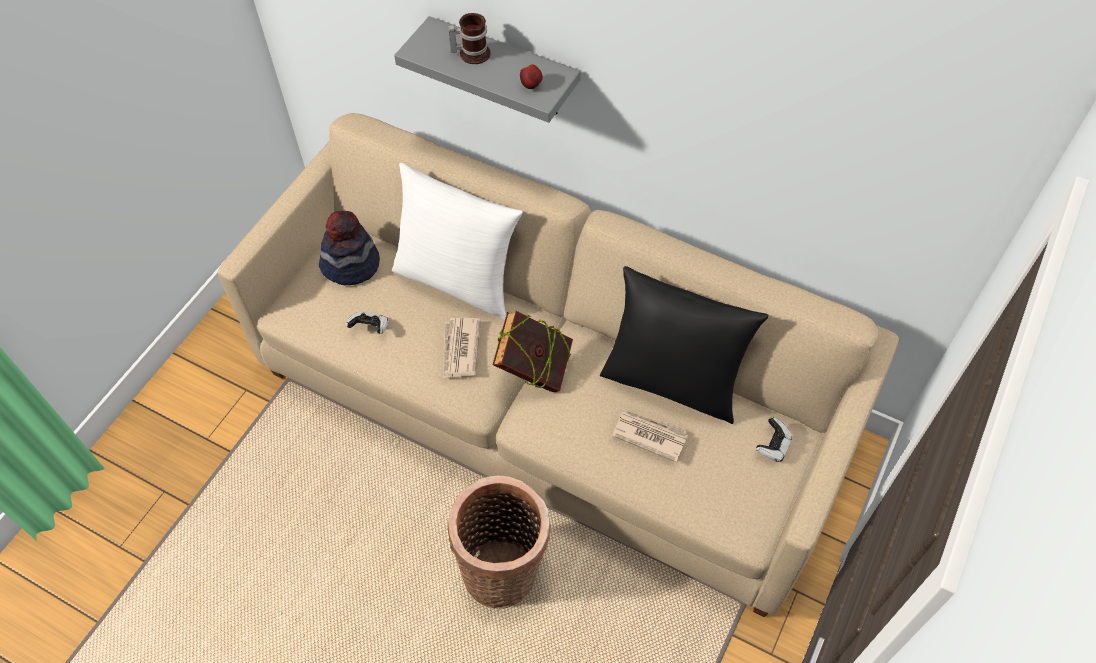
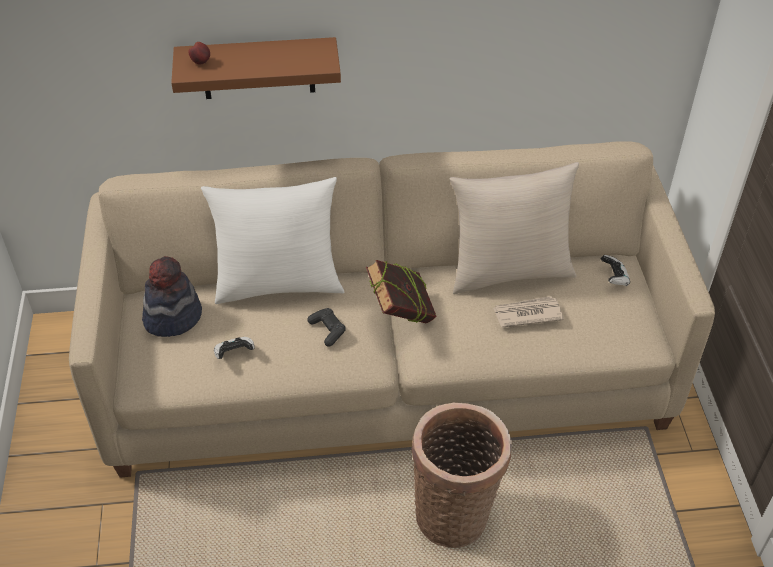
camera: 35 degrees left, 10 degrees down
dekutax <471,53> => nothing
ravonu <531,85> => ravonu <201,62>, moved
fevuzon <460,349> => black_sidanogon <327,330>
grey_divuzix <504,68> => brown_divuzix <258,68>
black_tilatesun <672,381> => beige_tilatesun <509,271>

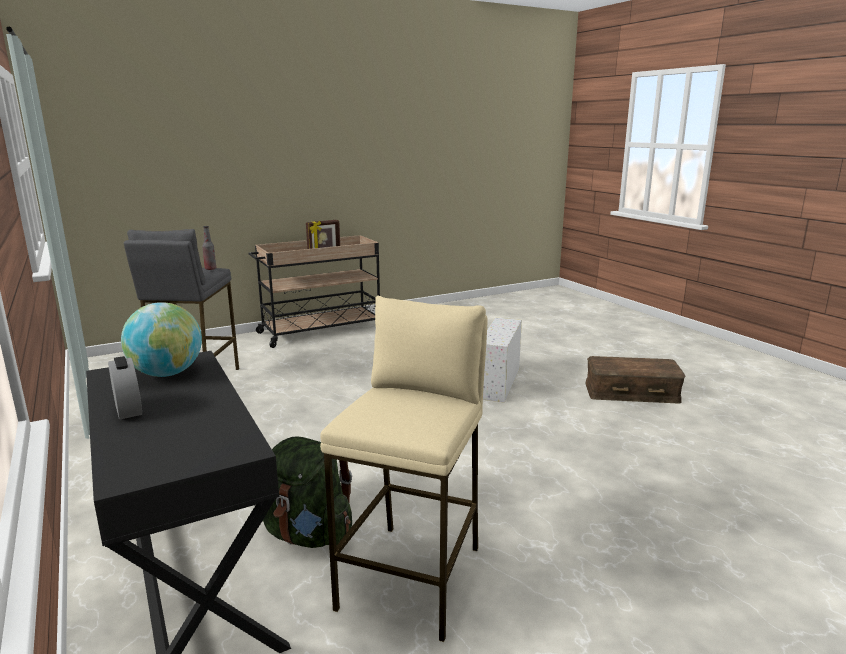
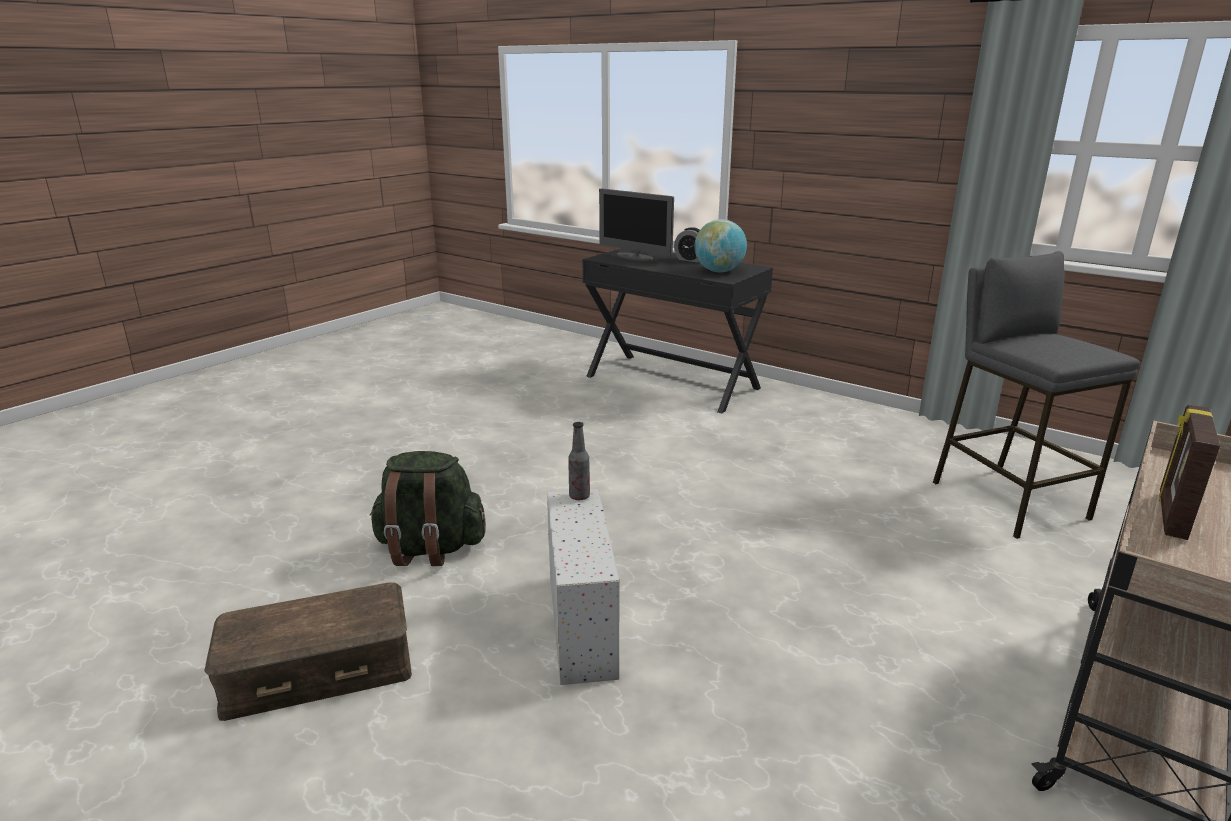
camera: 155 degrees right, 5 degrees up
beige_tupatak <413,577> => nothing
nothing => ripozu <635,257>
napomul <210,269> => napomul <579,496>, moved
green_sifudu <307,534> => green_sifudu <430,549>, moved

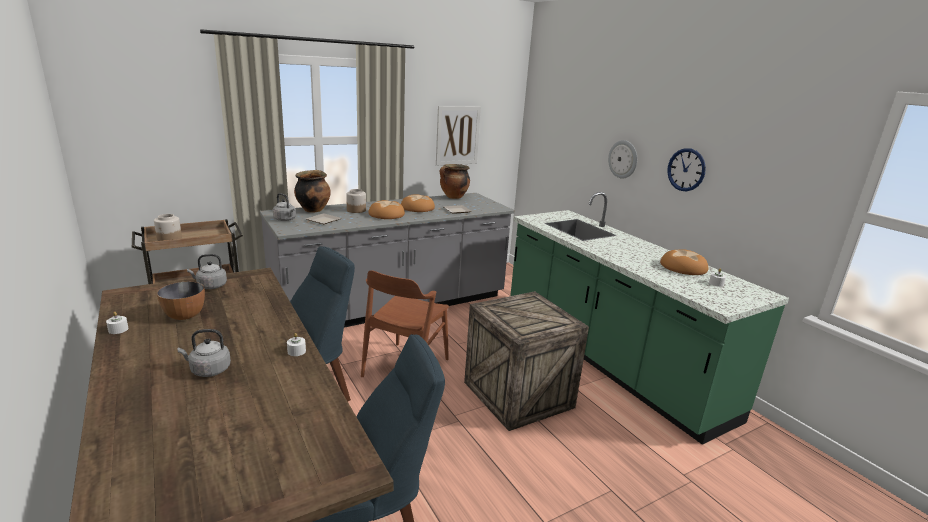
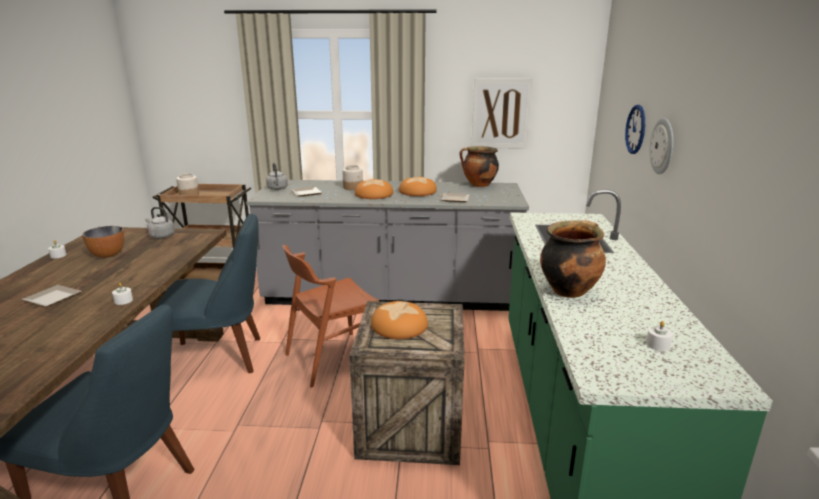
camera: 35 degrees right, 0 degrees up
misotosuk <313,209> => misotosuk <568,290>, moved
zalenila <683,267> => zalenila <399,326>, moved
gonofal <686,169> => gonofal <636,129>, moved
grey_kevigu <208,370> => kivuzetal <50,298>

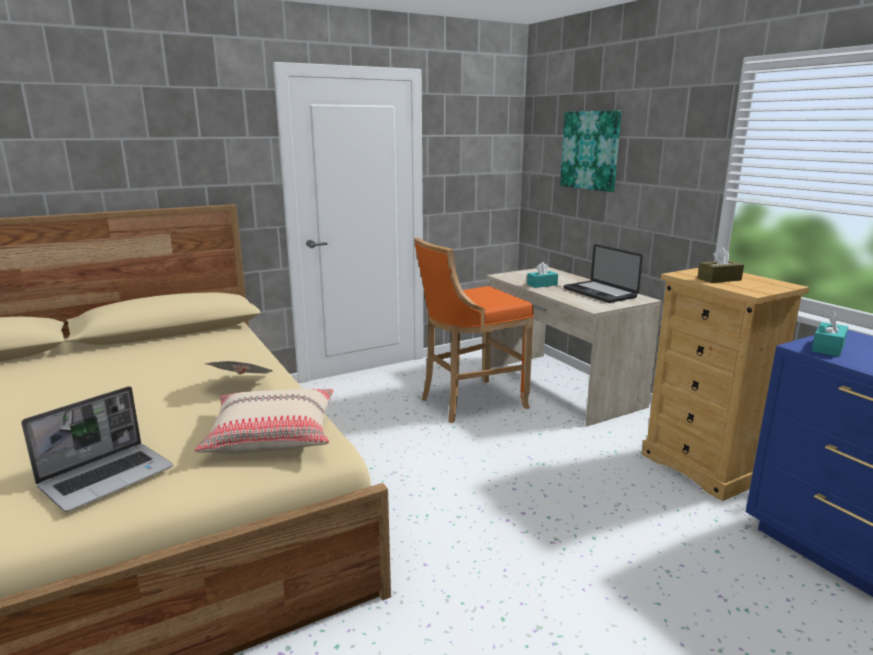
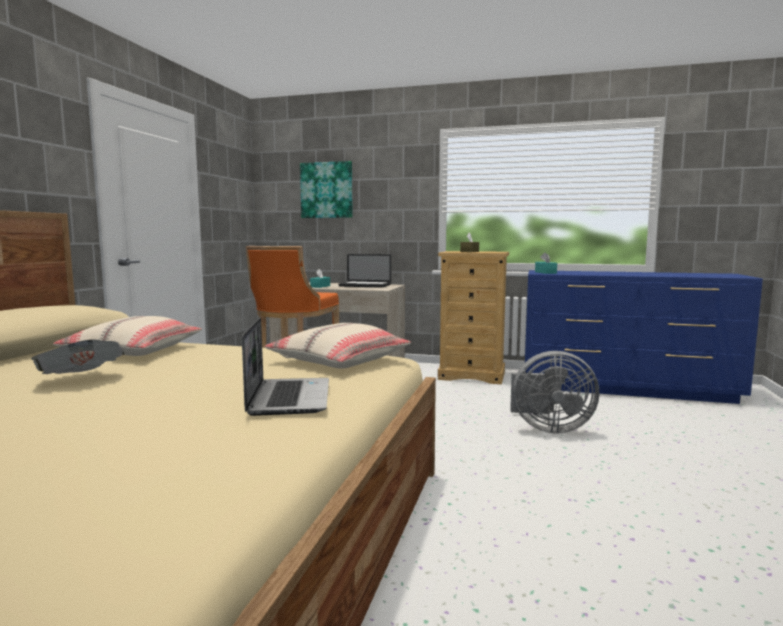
camera: 45 degrees left, 10 degrees down
nothing => beige_tilatesun <134,351>
nothing => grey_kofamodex <548,428>
fevuzon <244,385> => fevuzon <82,380>, moved

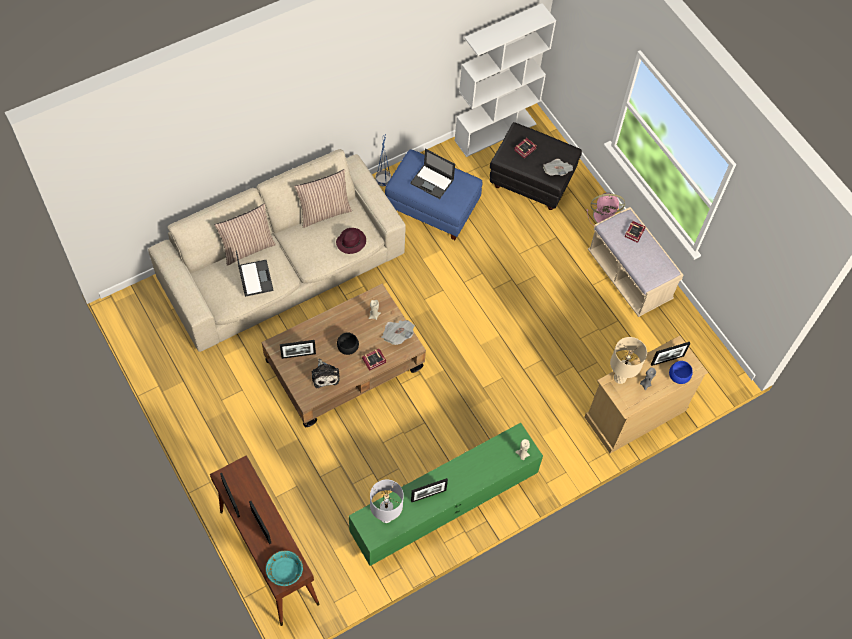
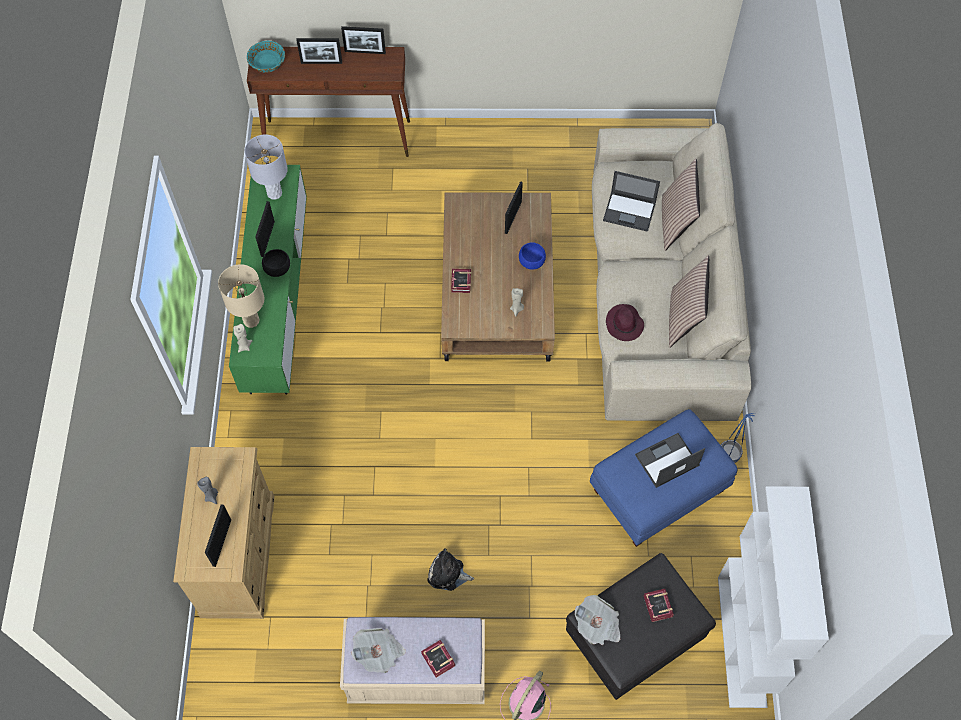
camera: 125 degrees right, 0 degrees up
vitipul <325,375> => vitipul <448,574>, moved
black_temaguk <347,348> => black_temaguk <277,269>, moved
fevuzon <397,335> => fevuzon <379,653>, moved
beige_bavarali <619,378> => beige_bavarali <251,320>, moved
blue_temaguk <678,376> => blue_temaguk <532,262>, moved

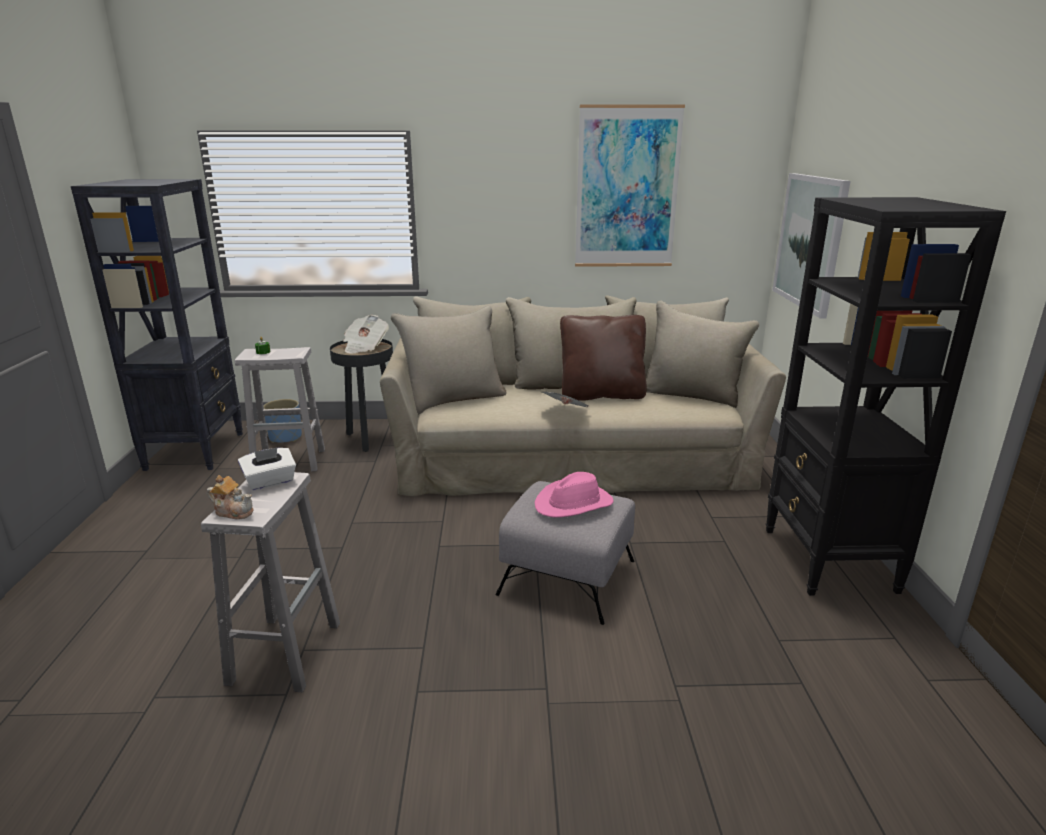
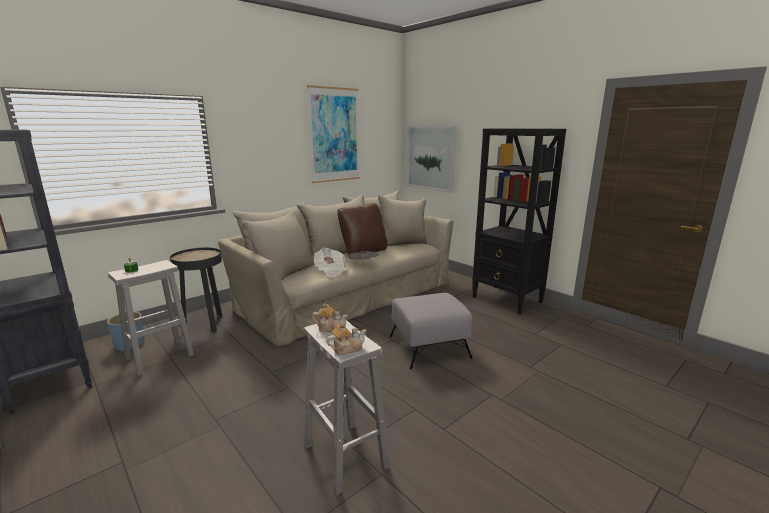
camera: 40 degrees left, 5 degrees down
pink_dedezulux <574,504> => nothing
fevuzon <365,347> => fevuzon <330,271>, moved
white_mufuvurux <270,482> => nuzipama <330,328>

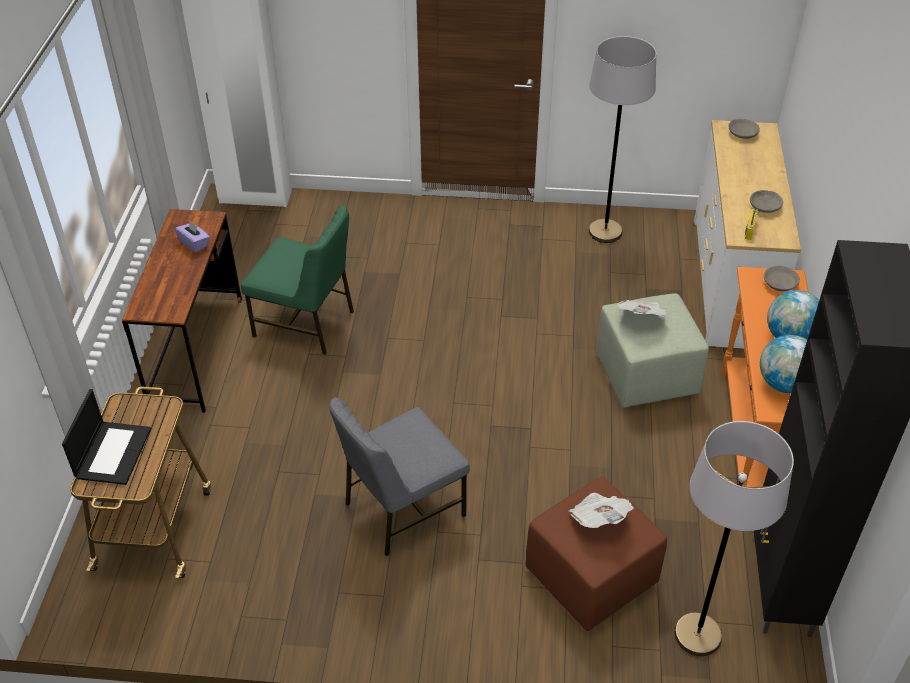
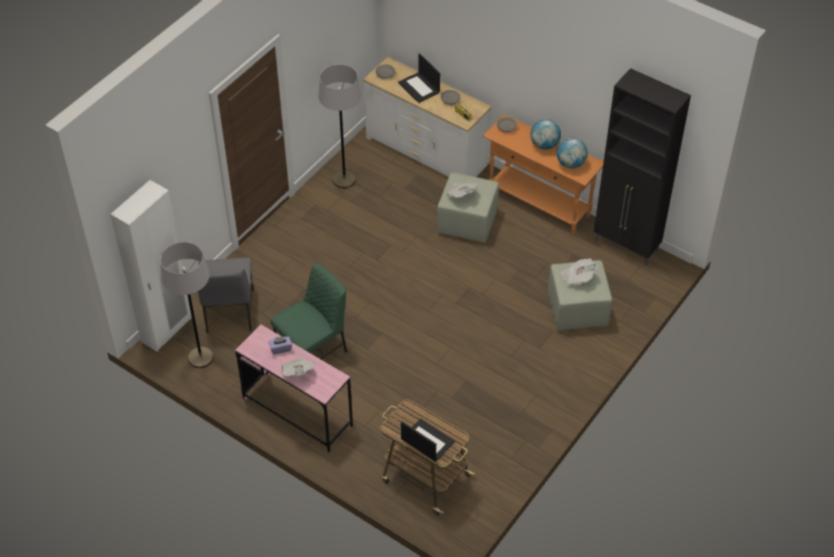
camera: 60 degrees left, 5 degrees up
nothing => fevuzon <297,372>
nothing => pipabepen <419,87>
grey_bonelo <402,509> => grey_bonelo <228,312>, moved
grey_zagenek <697,635> => grey_zagenek <201,358>, moved
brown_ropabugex <197,352> => pink_ropabugex <297,412>
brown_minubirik <590,578> => green_minubirik <578,310>

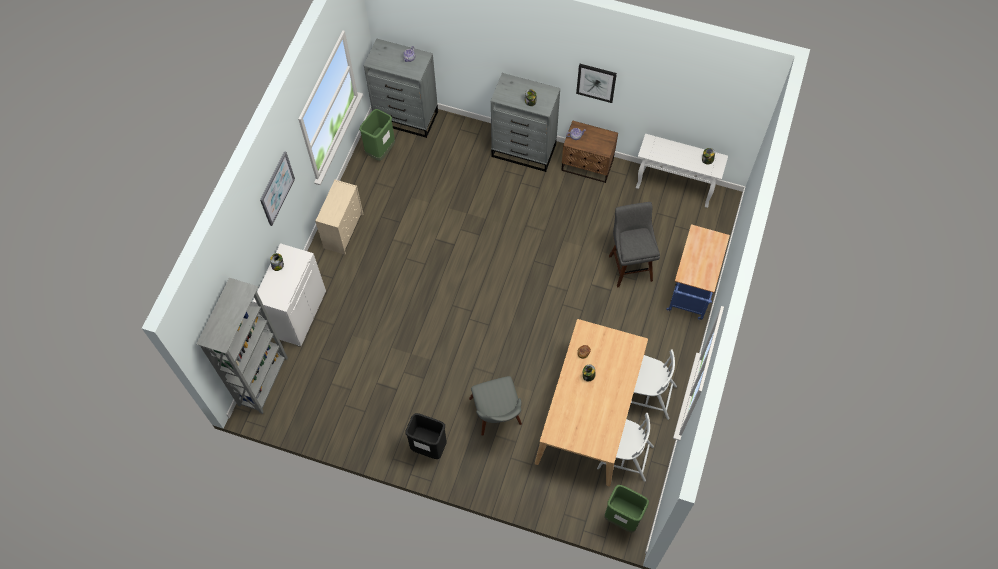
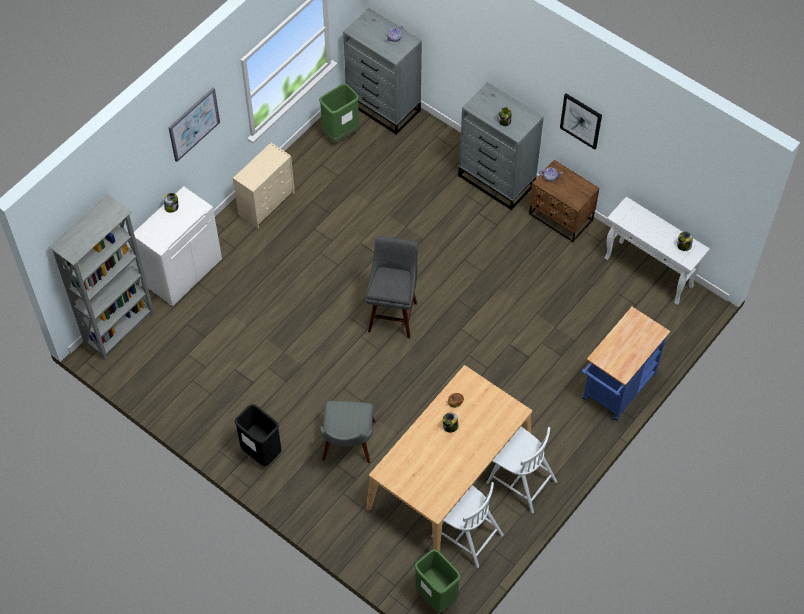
camera: 20 degrees right, 5 degrees down
grey_tupatak <630,266> => grey_tupatak <393,314>, moved

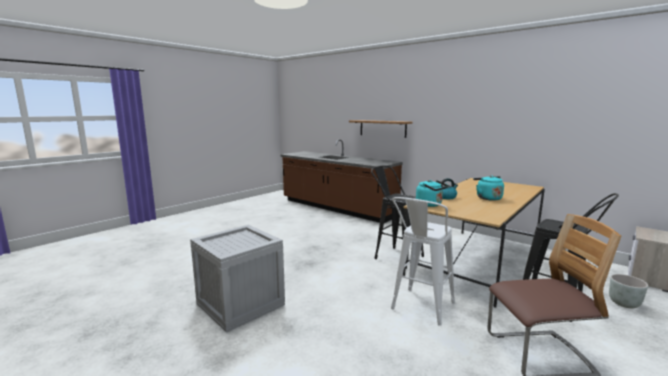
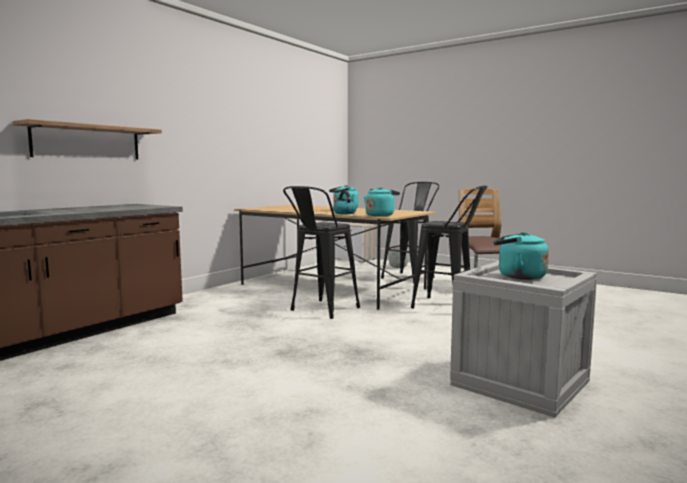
camera: 95 degrees left, 5 degrees down
nothing => turquoise_kevigu <518,276>
white_tupatak <420,309> => black_tupatak <449,306>

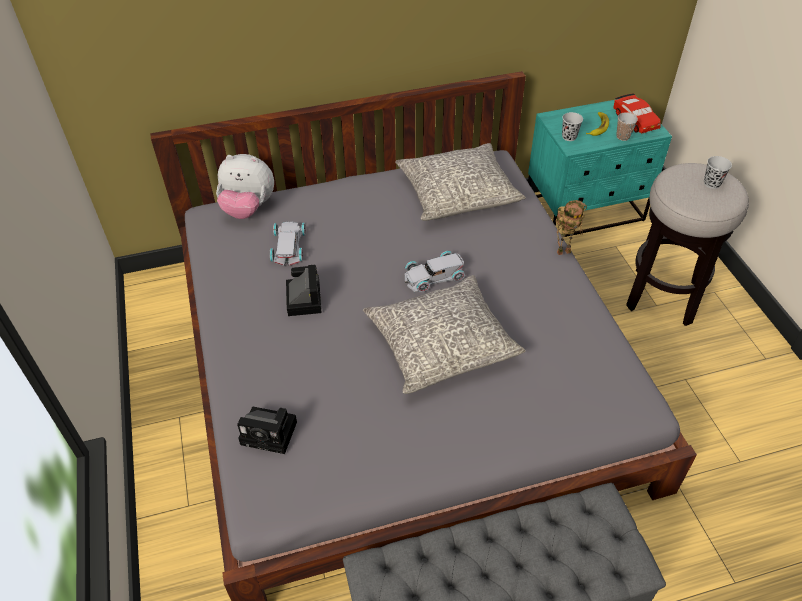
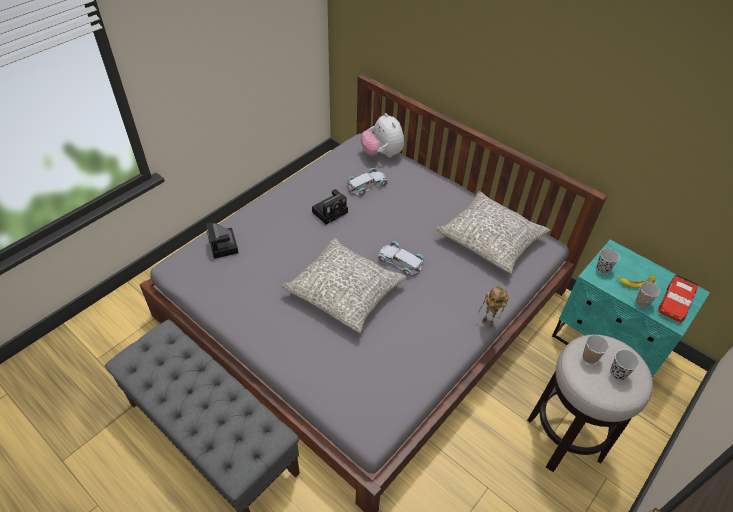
camera: 55 degrees right, 0 degrees up
nothing => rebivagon <589,357>

